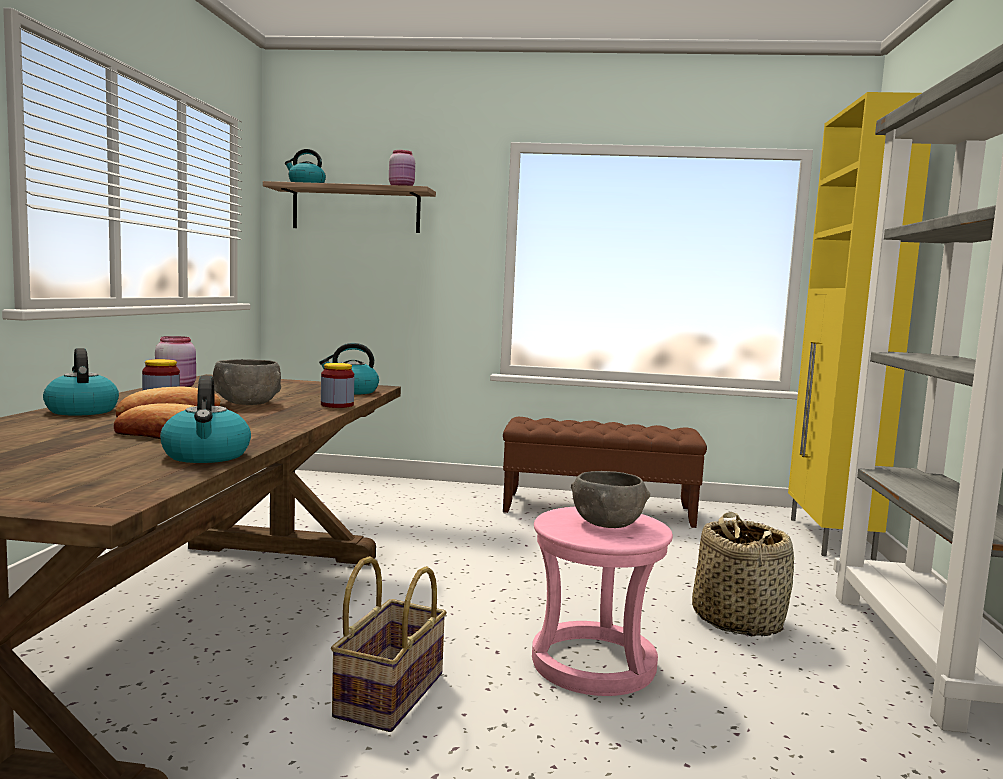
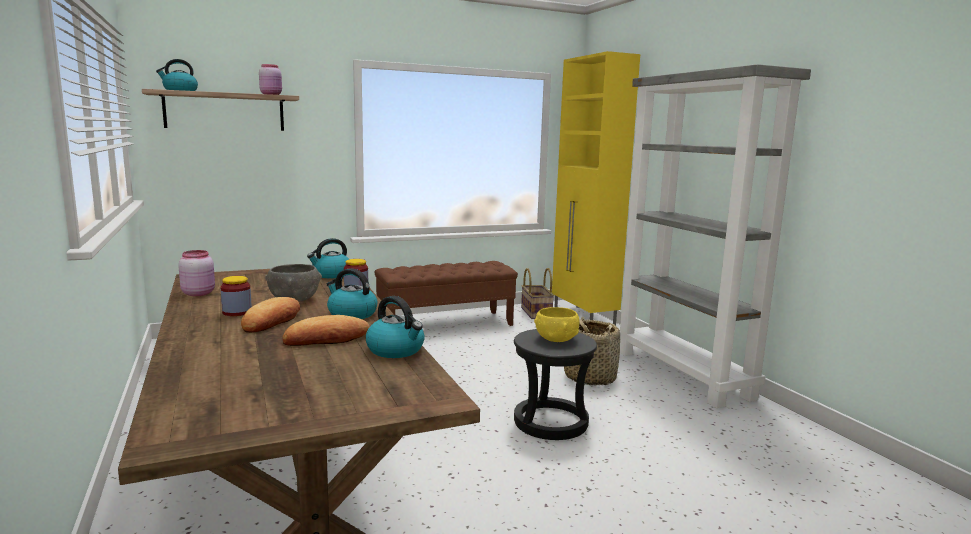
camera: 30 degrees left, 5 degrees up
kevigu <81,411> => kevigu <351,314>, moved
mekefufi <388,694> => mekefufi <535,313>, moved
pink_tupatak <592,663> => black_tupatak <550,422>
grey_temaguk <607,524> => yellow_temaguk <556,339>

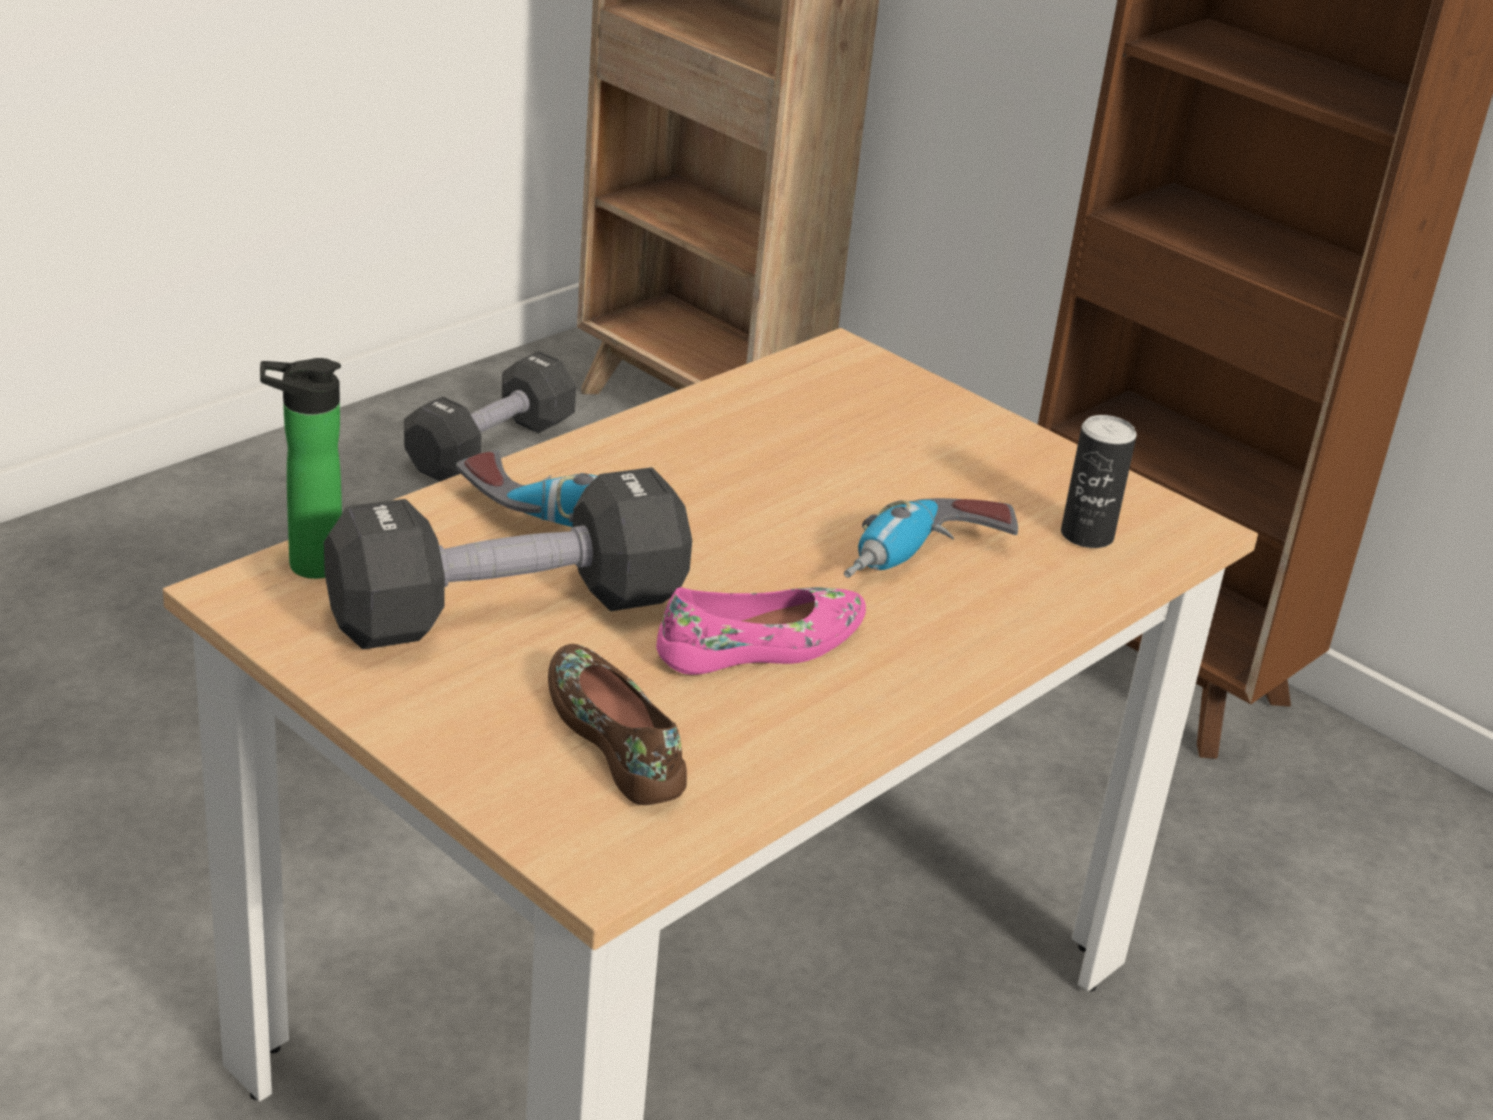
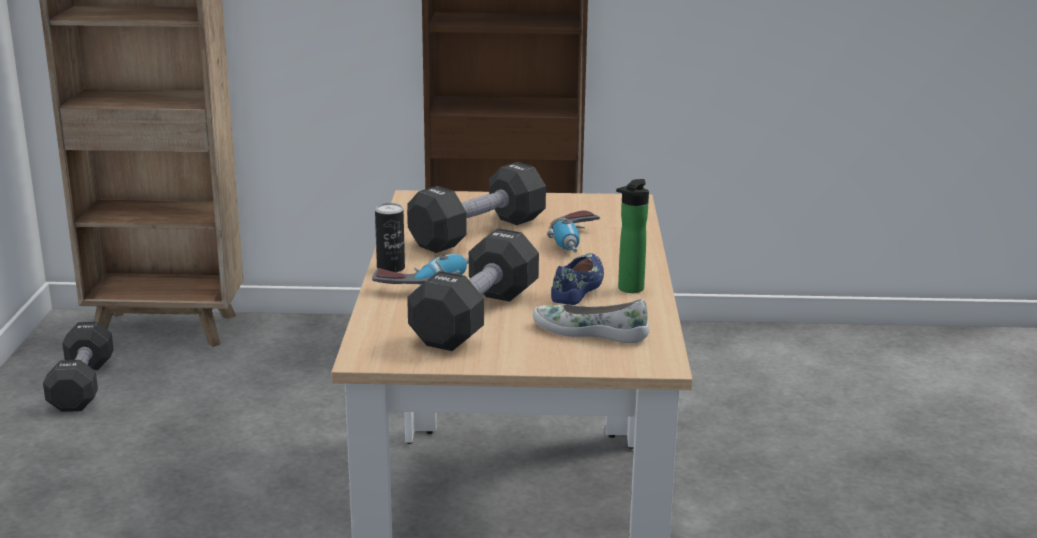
camera: 40 degrees left, 10 degrees down
nothing => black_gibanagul <478,232>
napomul <307,565> => napomul <628,290>, moved
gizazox <1087,535> => gizazox <390,268>, moved
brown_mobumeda <617,738> => white_mobumeda <590,331>
pink_mobumeda <763,647> => blue_mobumeda <579,288>

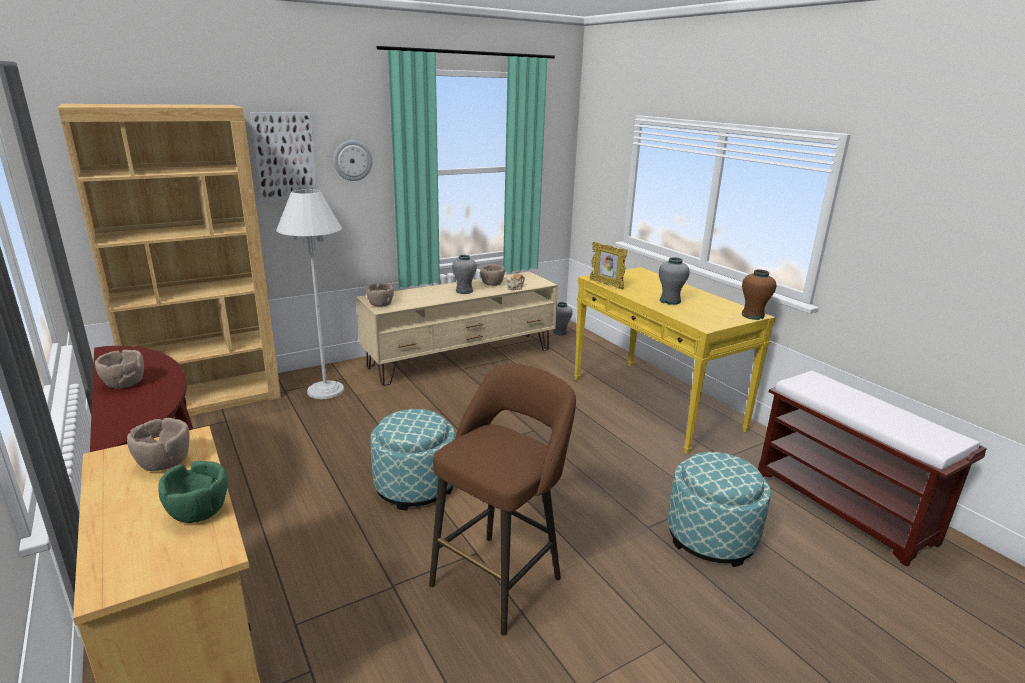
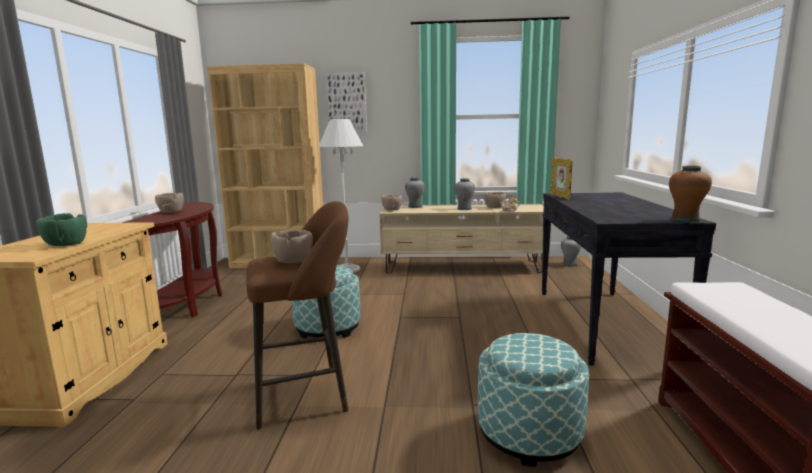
camera: 35 degrees right, 10 degrees down
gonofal <352,160> => nothing
brown_temaguk <165,463> => brown_temaguk <293,261>, moved
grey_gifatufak <670,301> => grey_gifatufak <415,206>, moved
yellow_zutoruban <655,403> => black_zutoruban <603,323>

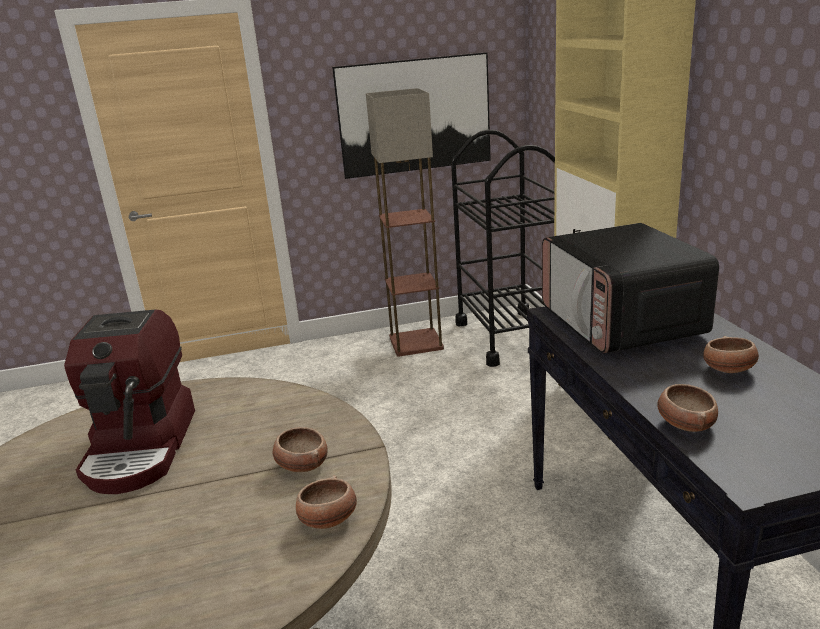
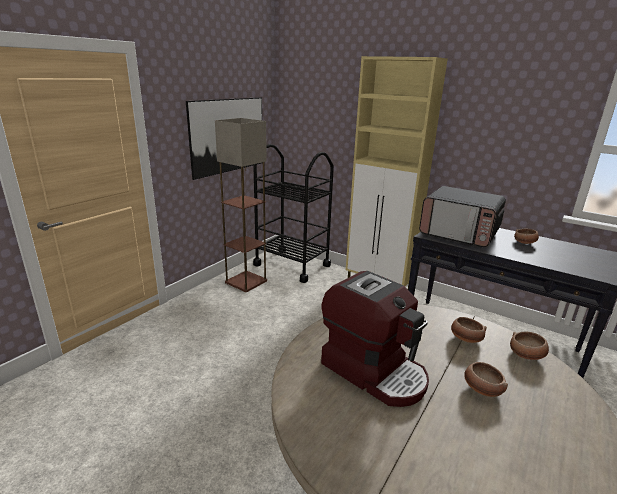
camera: 45 degrees left, 0 degrees up
temaguk <685,424> => temaguk <481,389>, moved

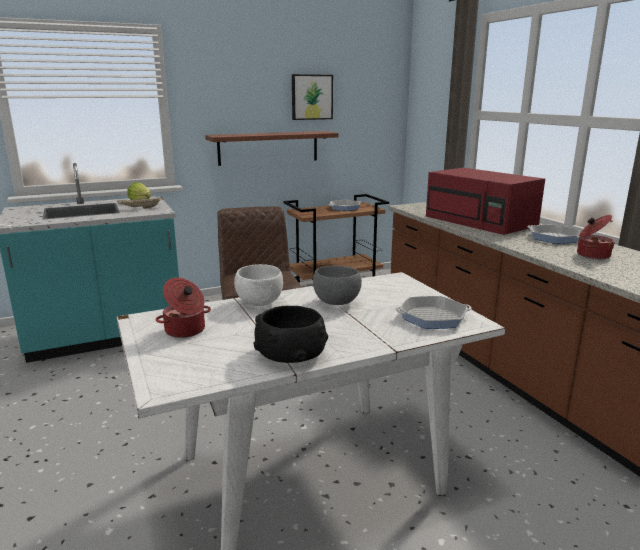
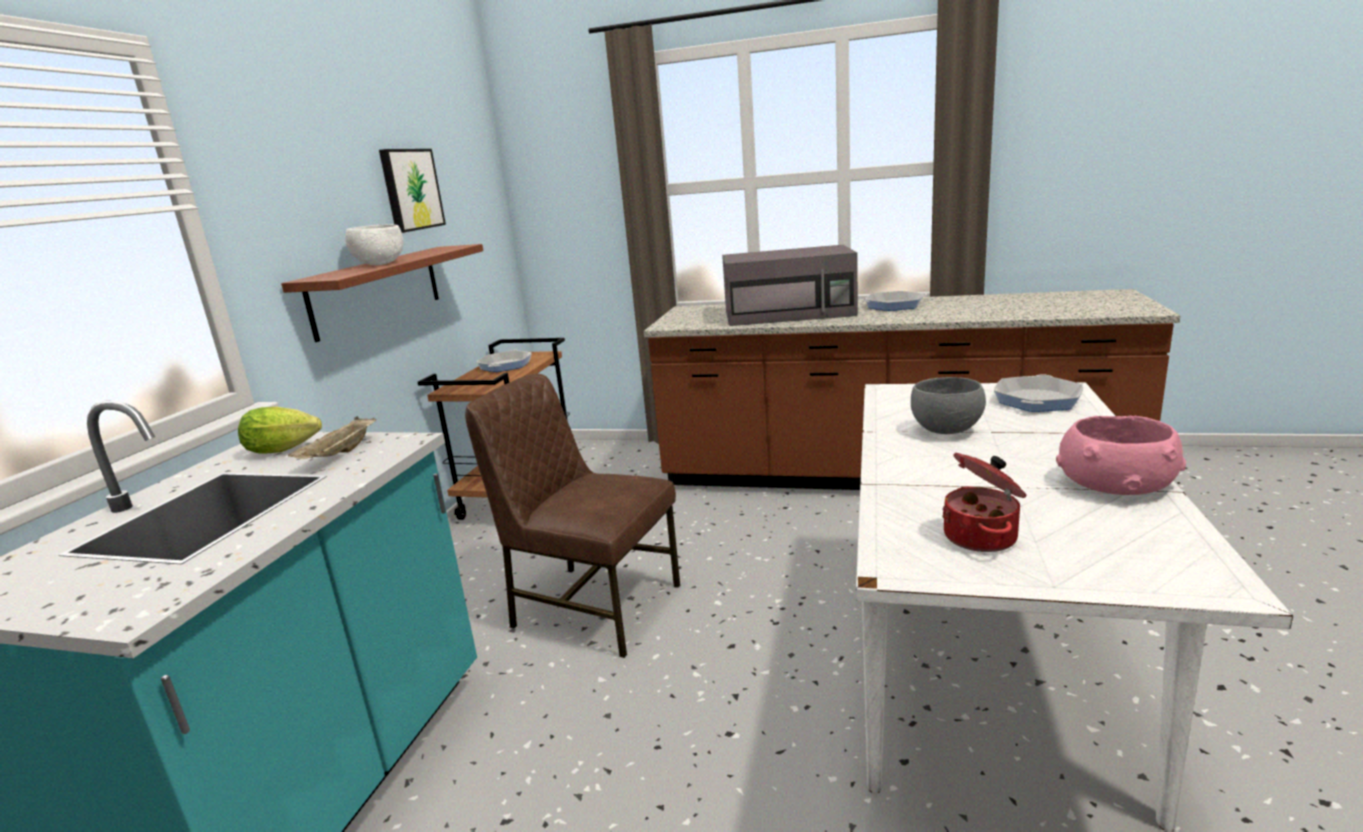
camera: 50 degrees left, 0 degrees up
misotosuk <592,255> => nothing
white_temaguk <259,303> => white_temaguk <379,264>, moved
black_temaguk <290,354> => pink_temaguk <1116,484>
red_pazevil <481,221> => grey_pazevil <790,313>

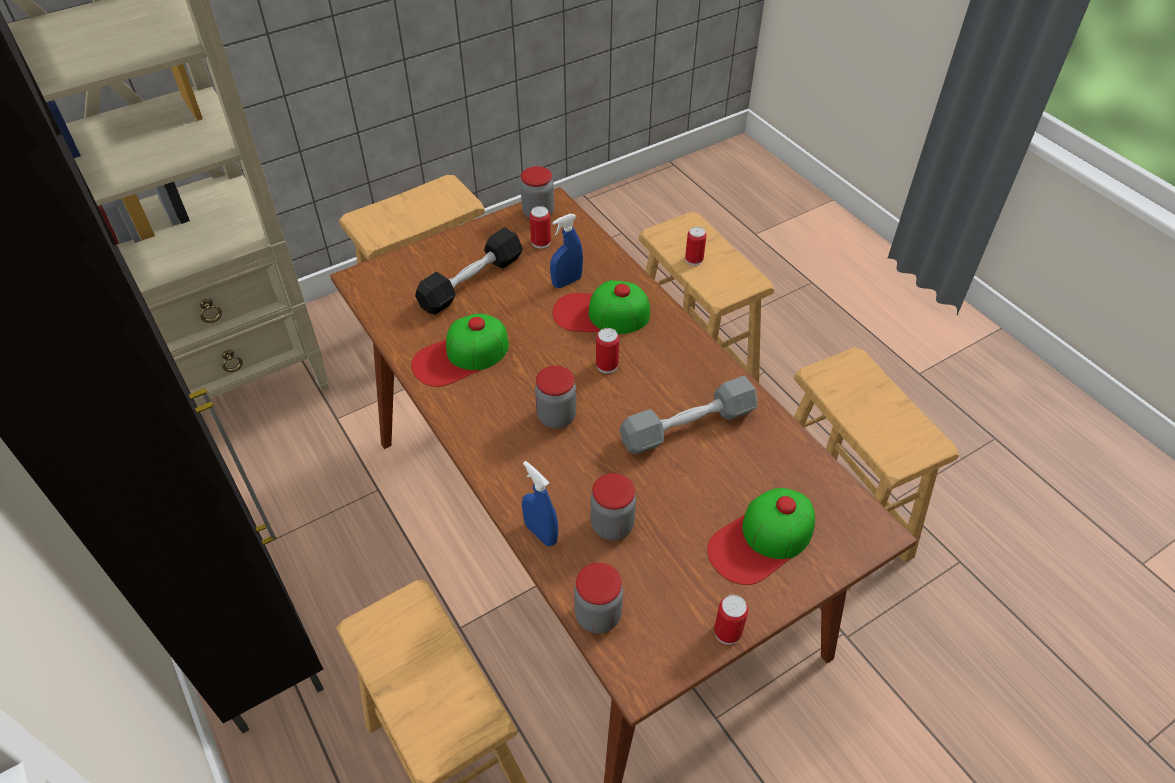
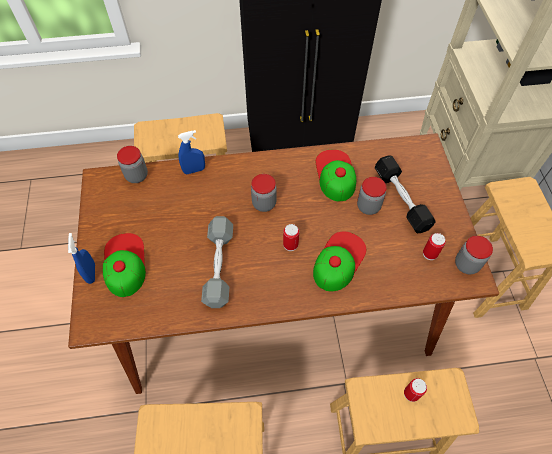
camera: 115 degrees right, 10 degrees up
gizazox <727,632> => nothing
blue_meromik <566,282> => blue_meromik <91,273>, moved
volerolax <612,525> => volerolax <368,206>, moved

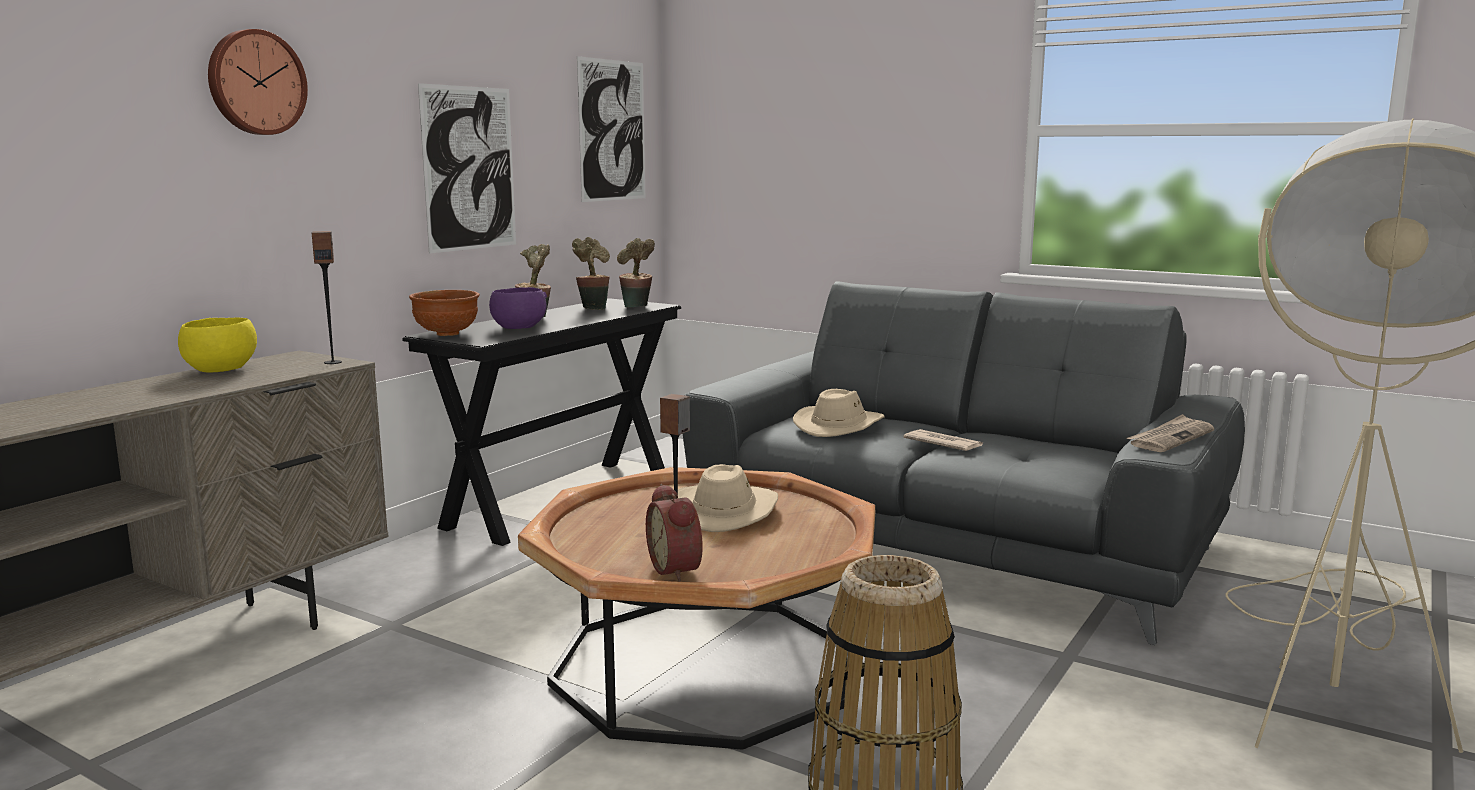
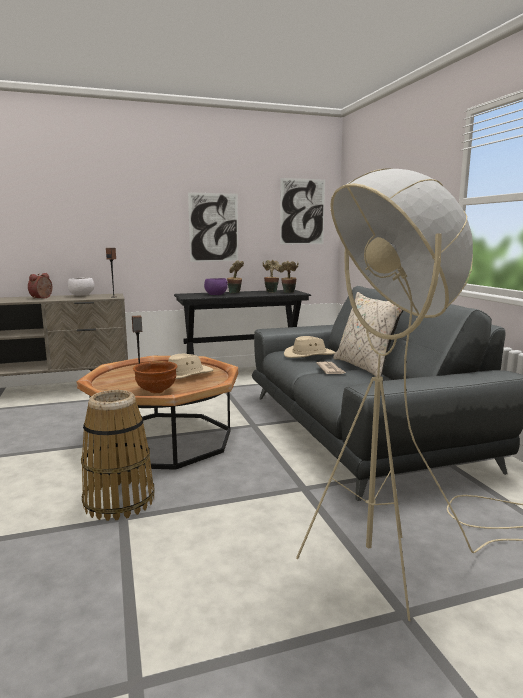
camera: 40 degrees right, 0 degrees up
gonofal <255,82> => nothing
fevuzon <1170,438> => nothing
nothing => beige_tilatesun <365,367>
brown_temaguk <446,334> => brown_temaguk <156,391>, moved
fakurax <678,569> => fakurax <42,298>, moved
yellow_temaguk <220,371> => white_temaguk <81,295>

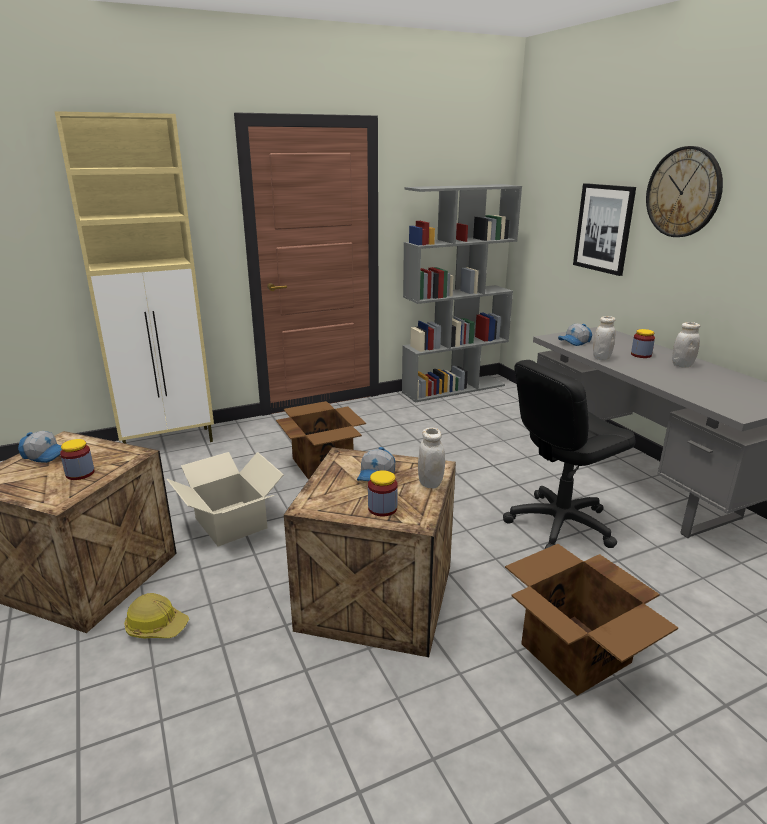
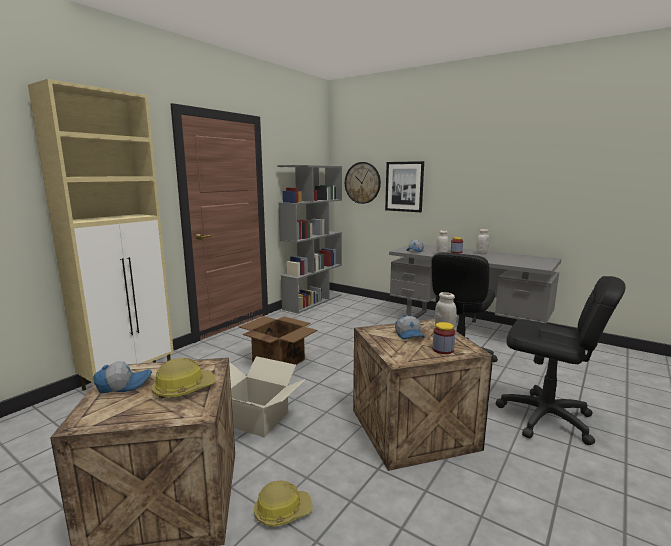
camera: 30 degrees left, 10 degrees down
gonofal <683,192> => gonofal <362,183>, moved
volerolax <80,473> => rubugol <184,389>
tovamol <576,654> => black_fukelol <546,418>

